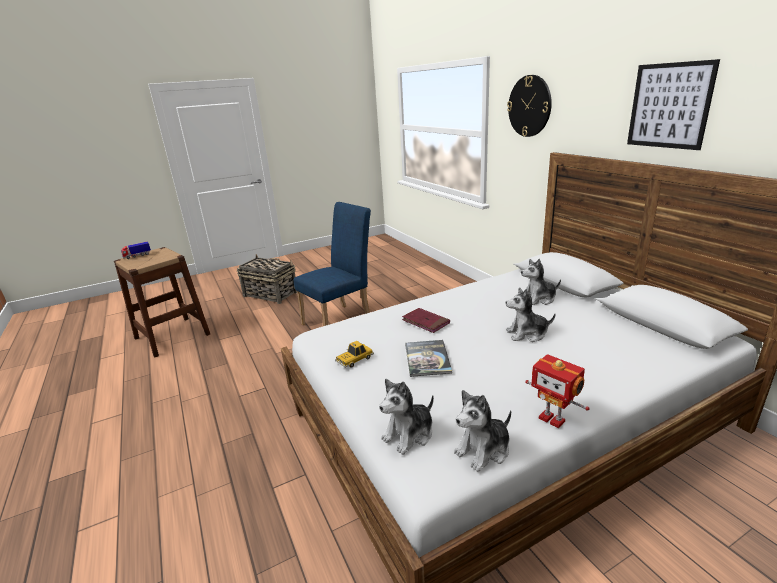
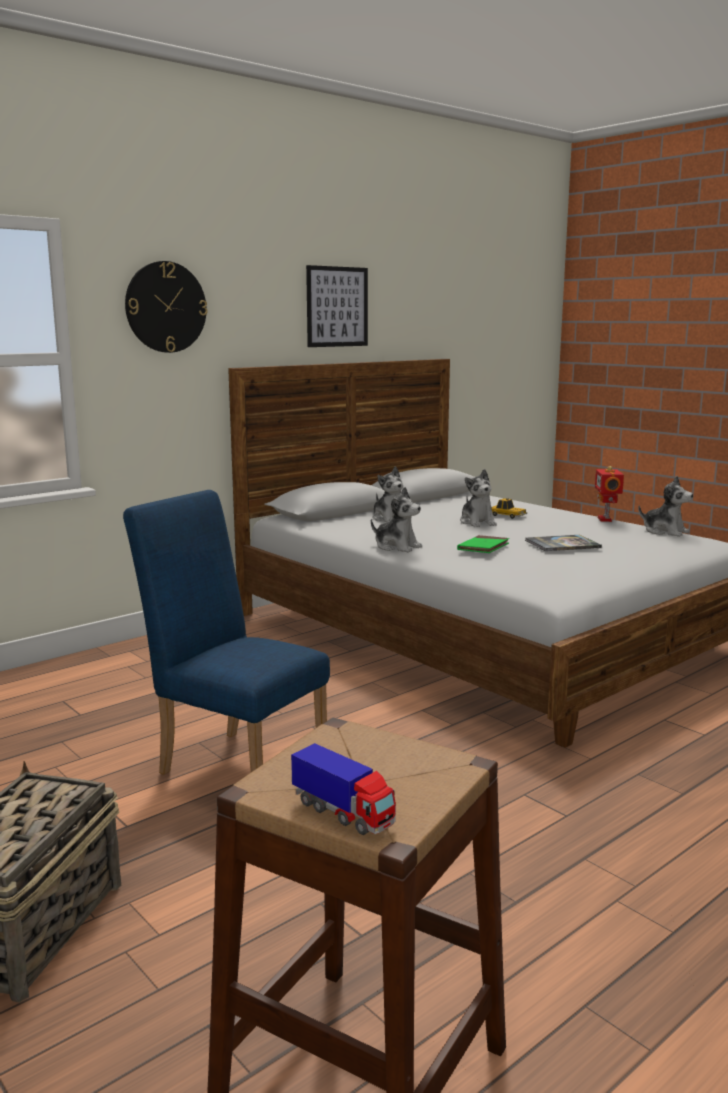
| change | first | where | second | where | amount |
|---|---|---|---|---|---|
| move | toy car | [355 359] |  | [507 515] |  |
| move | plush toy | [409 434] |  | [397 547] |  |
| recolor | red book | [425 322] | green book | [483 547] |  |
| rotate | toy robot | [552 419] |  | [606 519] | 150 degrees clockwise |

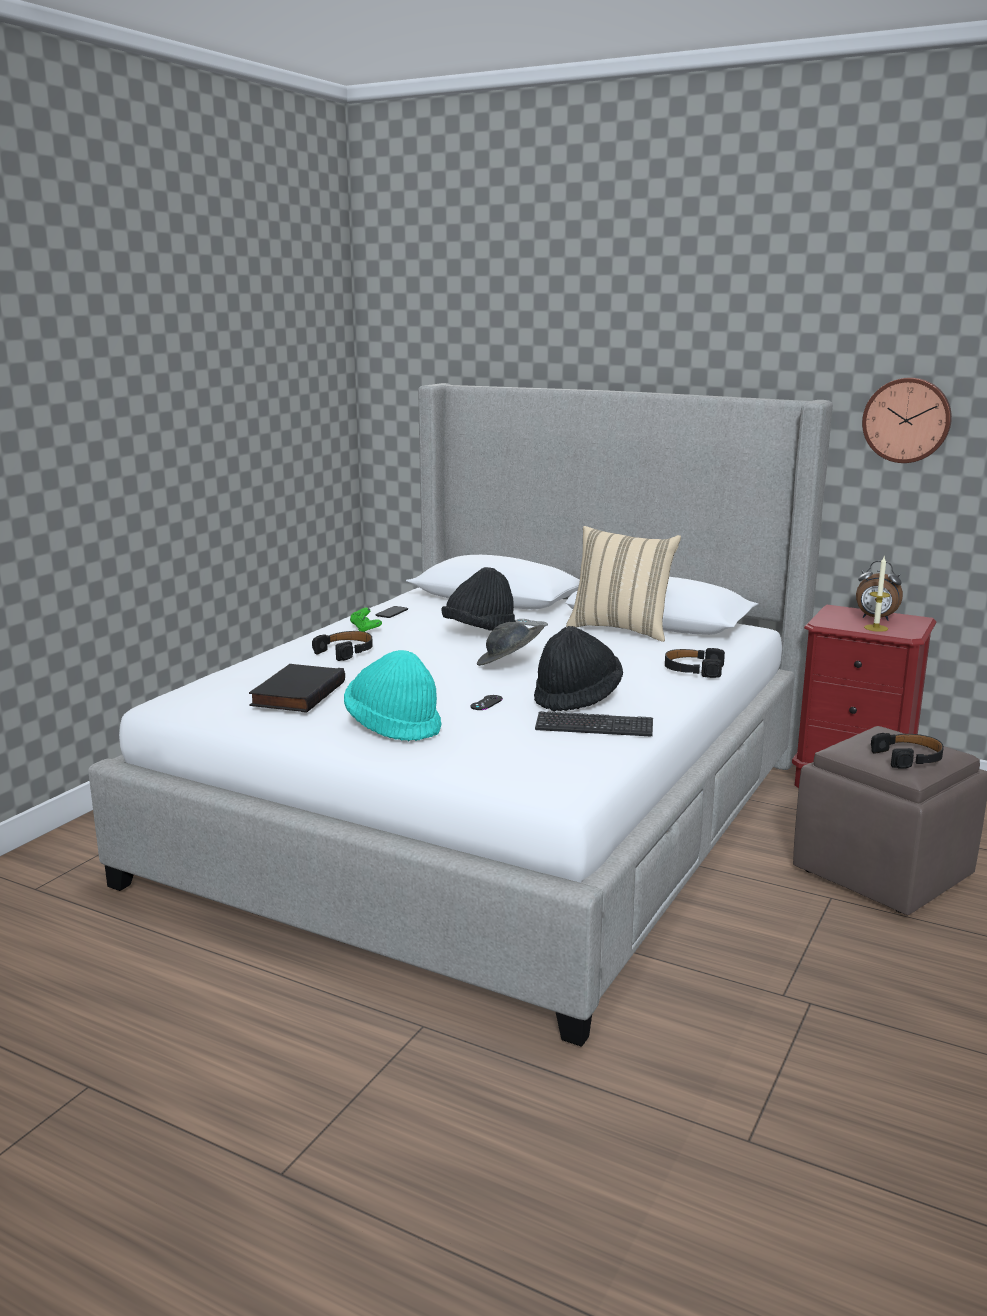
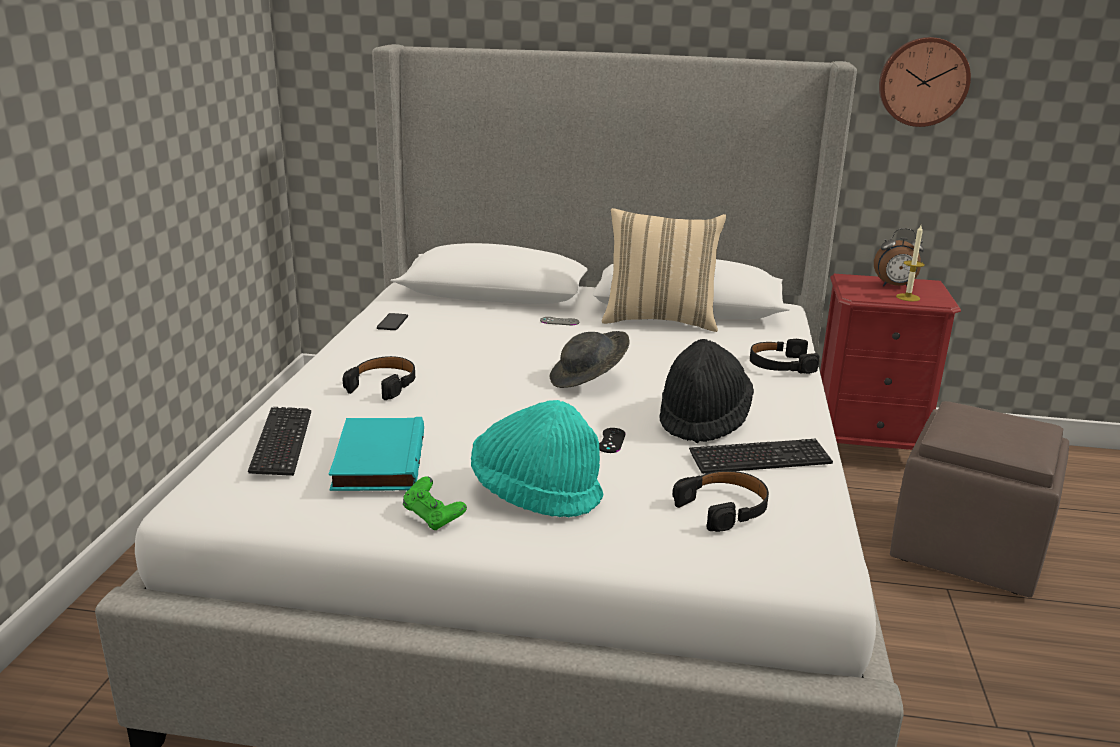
| change | first | where | second | where | amount |
|---|---|---|---|---|---|
| recolor | black book | [296 693] | turquoise book | [376 460] |  |
| move | green game controller | [365 630] |  | [433 518] |  |
| delete | black hat | [479 632] |  |  |  |
| move | black headphones | [909 758] |  | [724 508] |  |
| insert |  |  | keyboard | [282 443] |  |

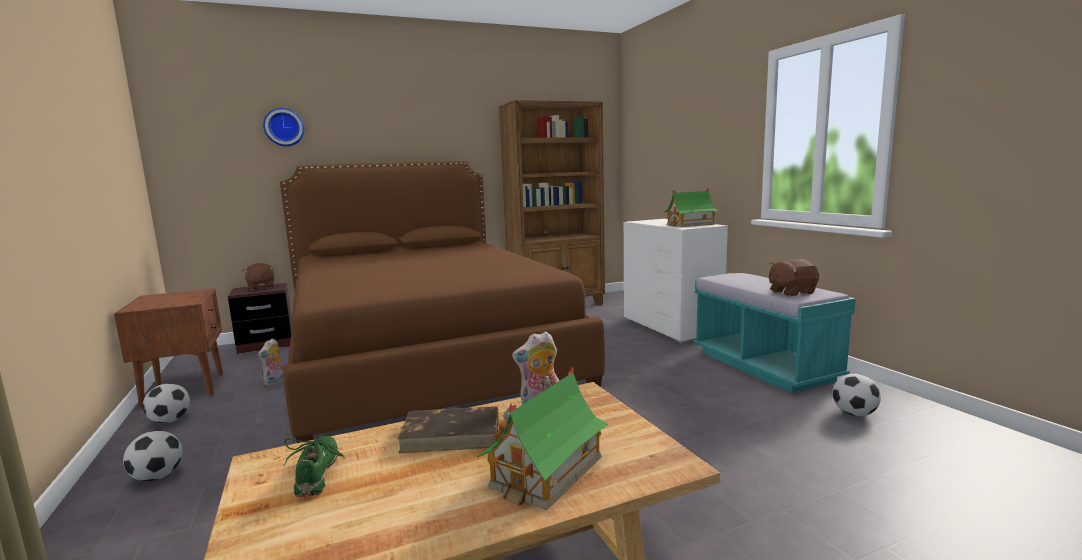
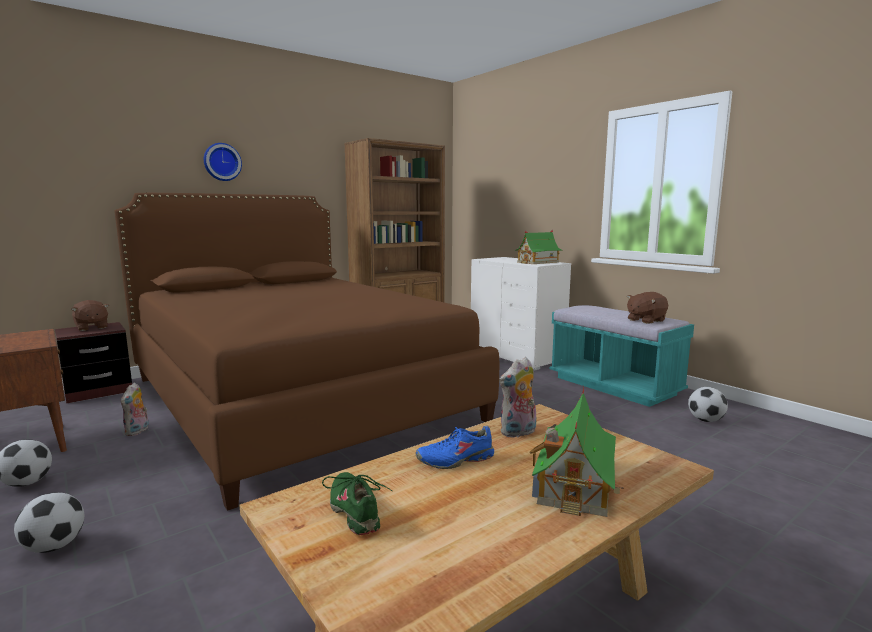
| change | first | where | second | where | amount |
|---|---|---|---|---|---|
| move | wall clock | [284 127] |  | [222 162] |  |
| replace | brown book | [452 433] | blue shoe | [455 460] |  |

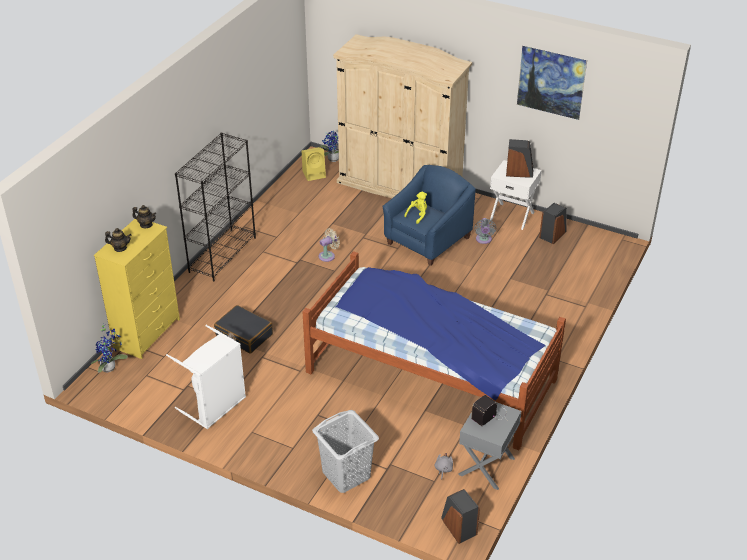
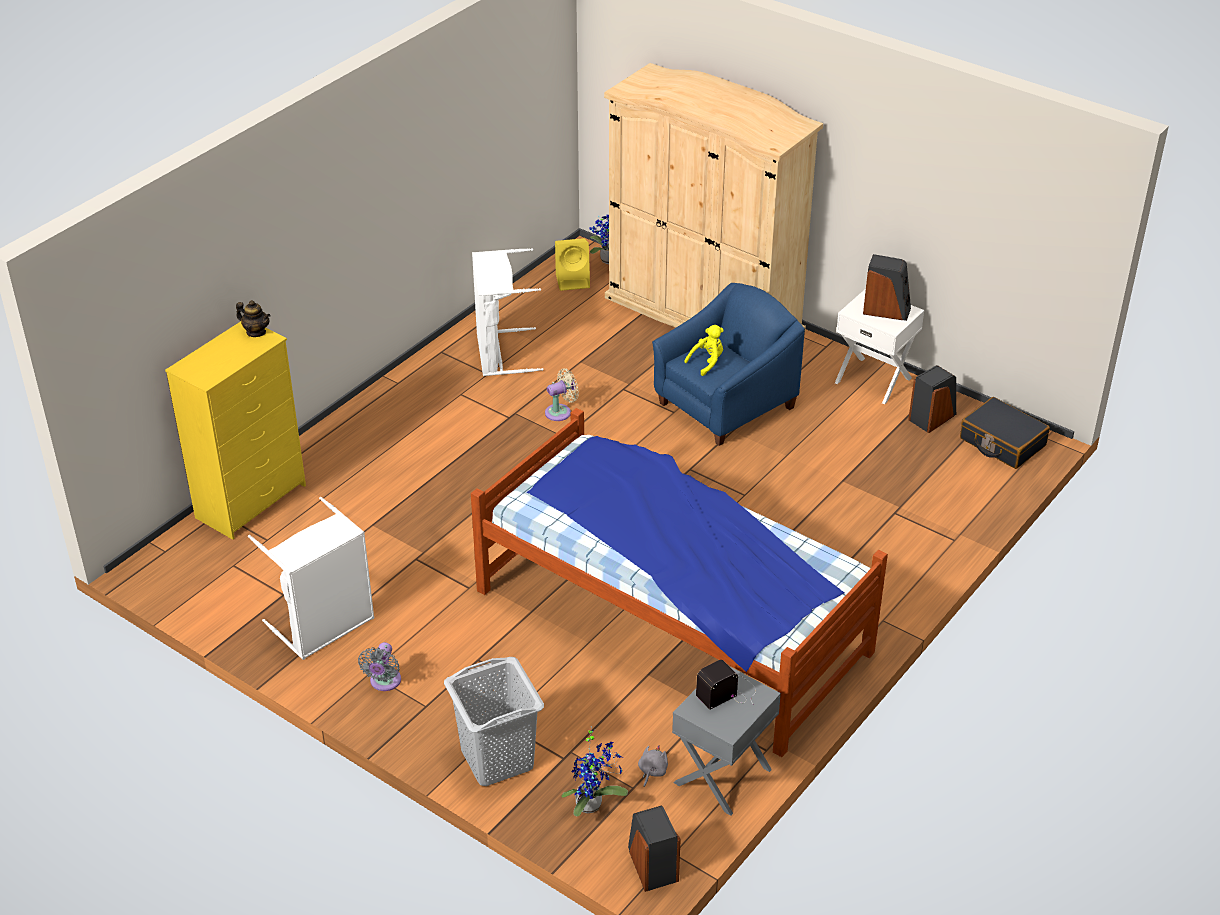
| change | first | where | second | where | amount |
|---|---|---|---|---|---|
| move | potted plant | [110 367] |  | [592 804] |  |
| delete | teapot | [120 248] |  |  |  |
| delete | black bookcase | [222 254] |  |  |  |
| move | black suitcase | [244 335] |  | [1002 442] |  |
| move | grey fan | [483 240] |  | [384 682] |  |
| delete | picture | [549 97] |  |  |  |
| insert |  |  | white laundry basket | [499 353] |  |

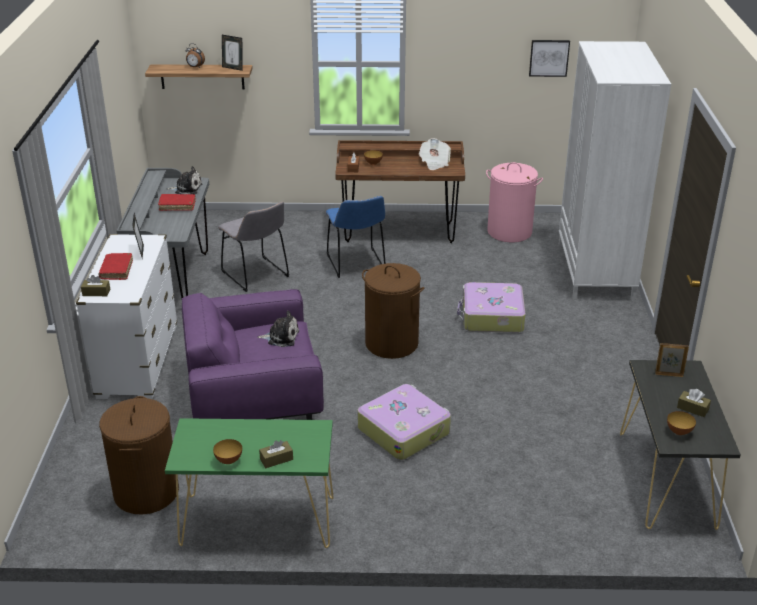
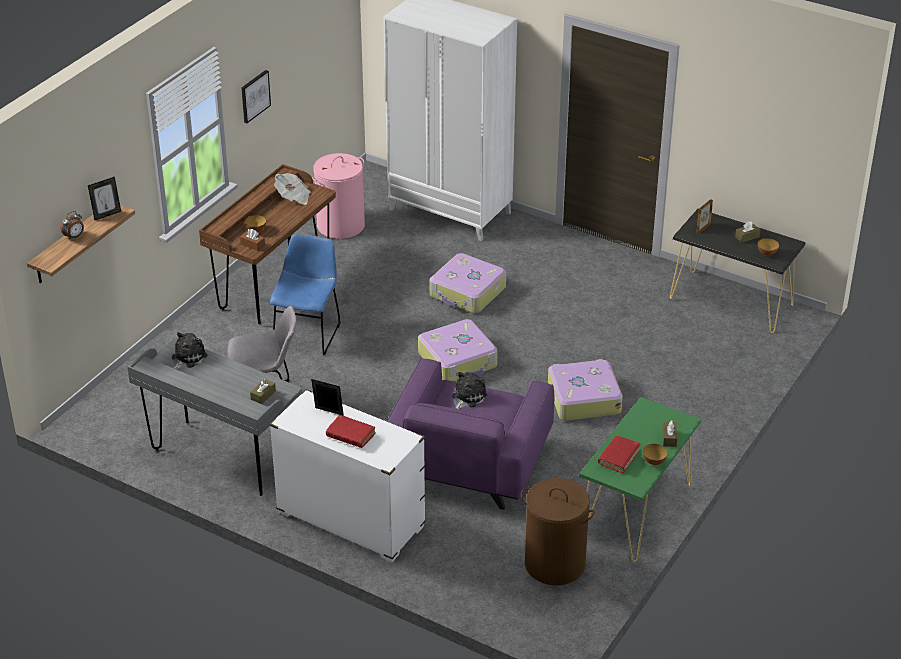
| change | first | where | second | where | amount |
|---|---|---|---|---|---|
| move | brown tissue box | [96 292] |  | [263 395] |  |
| move | red book | [177 206] |  | [619 458] |  |
| rotate | blue chair | [356 264] |  | [308 333] | 90 degrees counterclockwise |
| replace | brown laundry basket | [392 343] | suitcase | [458 360] |  |
| move | picture | [549 57] |  | [254 96] |  |

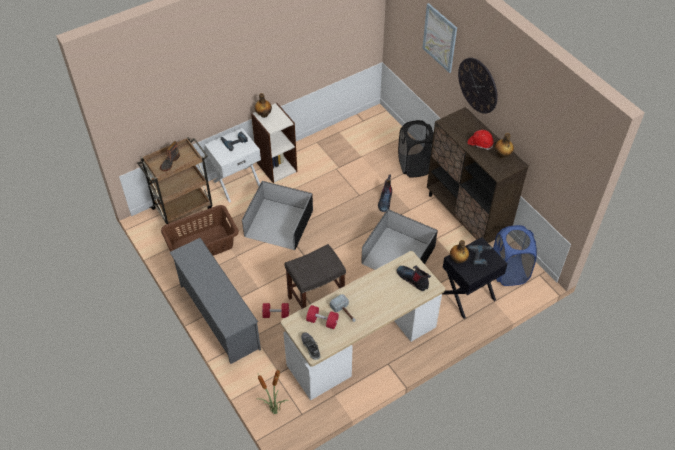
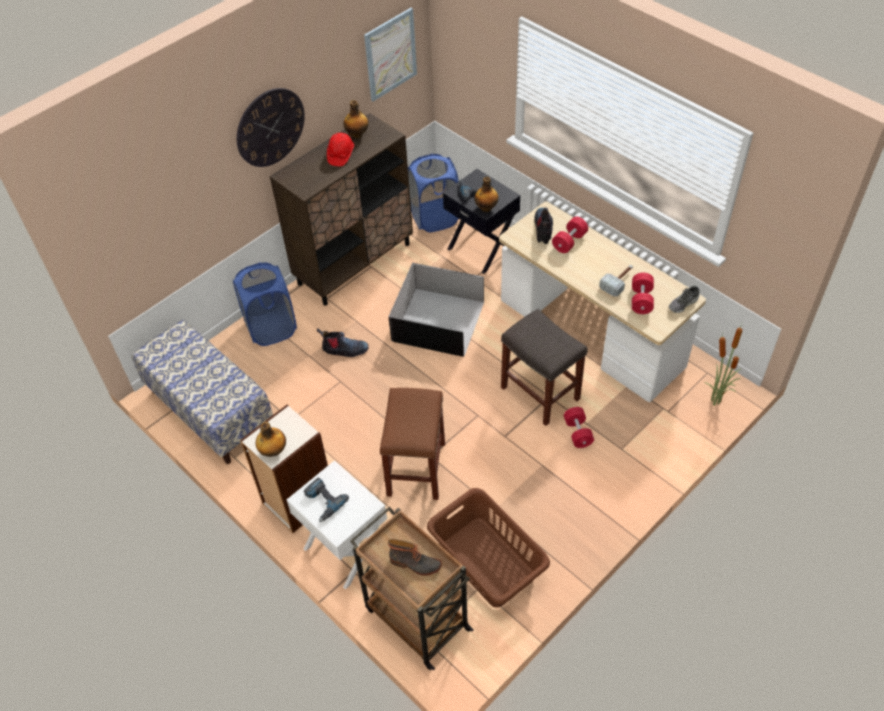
| change | first | where | second | where | amount |
|---|---|---|---|---|---|
| delete | grey shoe rack | [218 316] |  |  |  |
| replace | black storage box | [278 223] | brown stool | [416 470] |  |
| rotate | boot | [413 279] |  | [543 229] | 150 degrees clockwise |
| recolor | black laundry basket | [414 166] | blue laundry basket | [271 328] |  |
| move | picture | [439 38] |  | [390 54] |  |
| insert |  |  | bench | [210 411] |  |
| insert |  |  | red dumbbell | [569 242] |  |

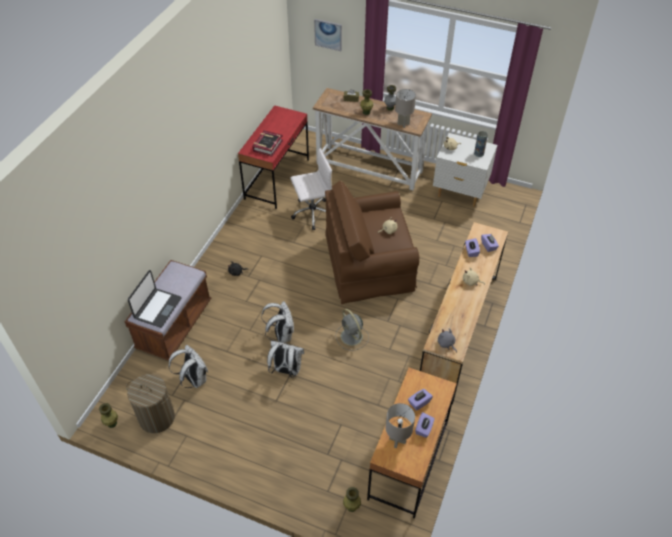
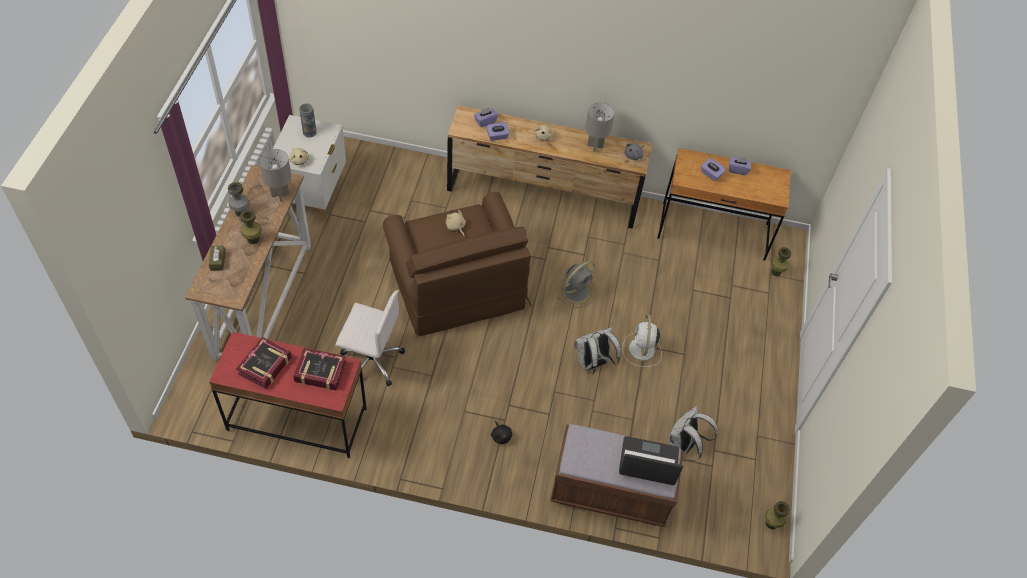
| change | first | where | second | where | amount |
|---|---|---|---|---|---|
| delete | laundry basket | [157 417] |  |  |  |
| replace | white backpack | [286 370] | white fan | [641 350] |  |
| rotate | white office chair | [312 213] |  | [371 361] | 135 degrees clockwise |
| delete | picture | [328 34] |  |  |  |
| move | grey table lamp | [397 441] |  | [595 146] |  |
| insert |  |  | book | [265 366] |  |

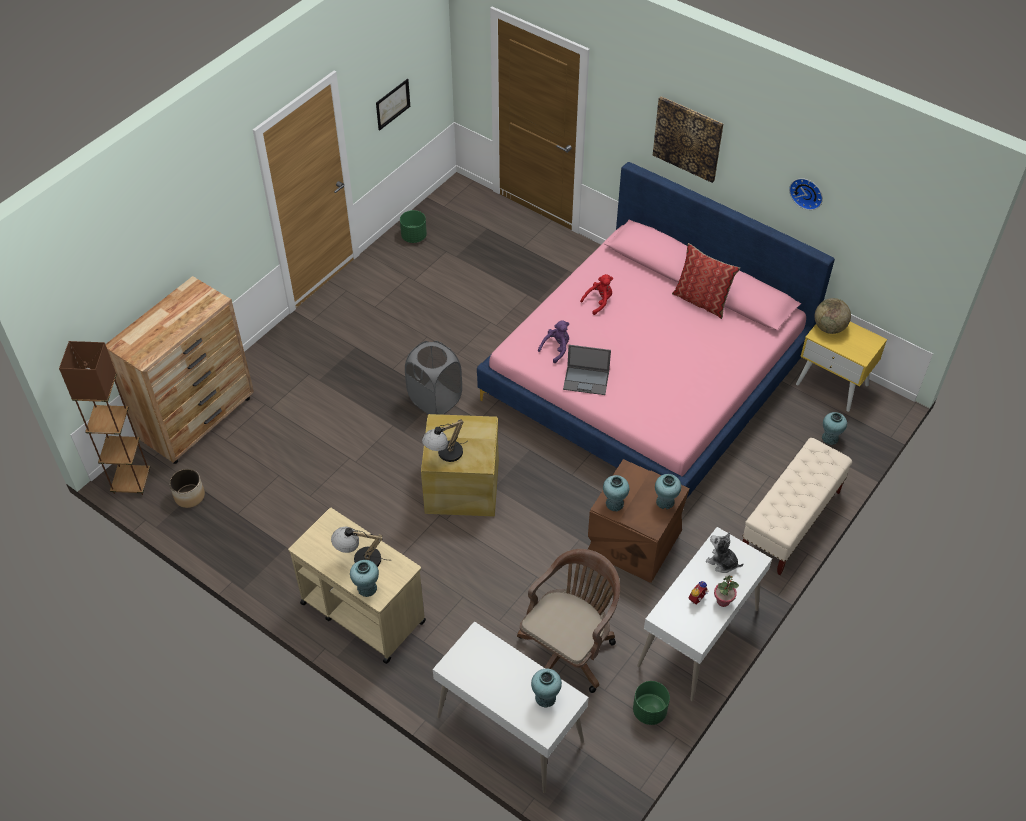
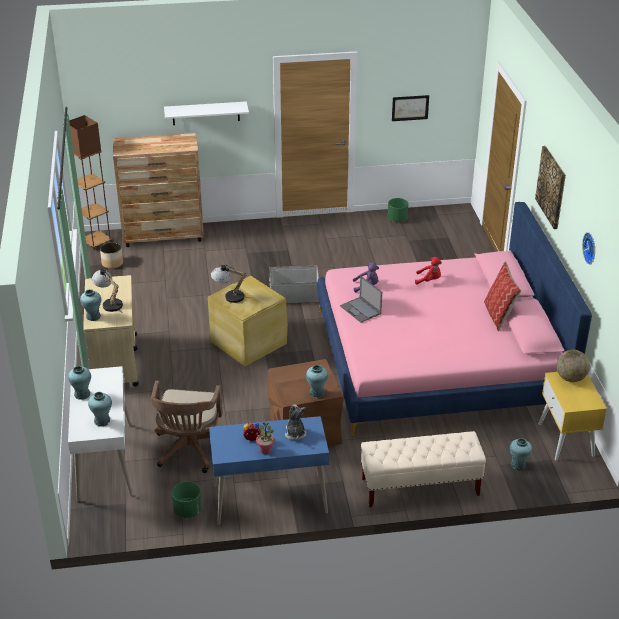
| change | first | where | second | where | amount |
|---|---|---|---|---|---|
| replace | grey laundry basket | [435 399] | grey storage box | [294 296] |  |
| rotate | brown office chair | [569 649] |  | [190 451] | 105 degrees clockwise |
| move | turquoise vase | [614 504] |  | [82 394] |  |
| recolor | white desk | [699 638] | blue desk | [270 500] |  |
| insert |  |  | white shelf | [206 113] |  |

